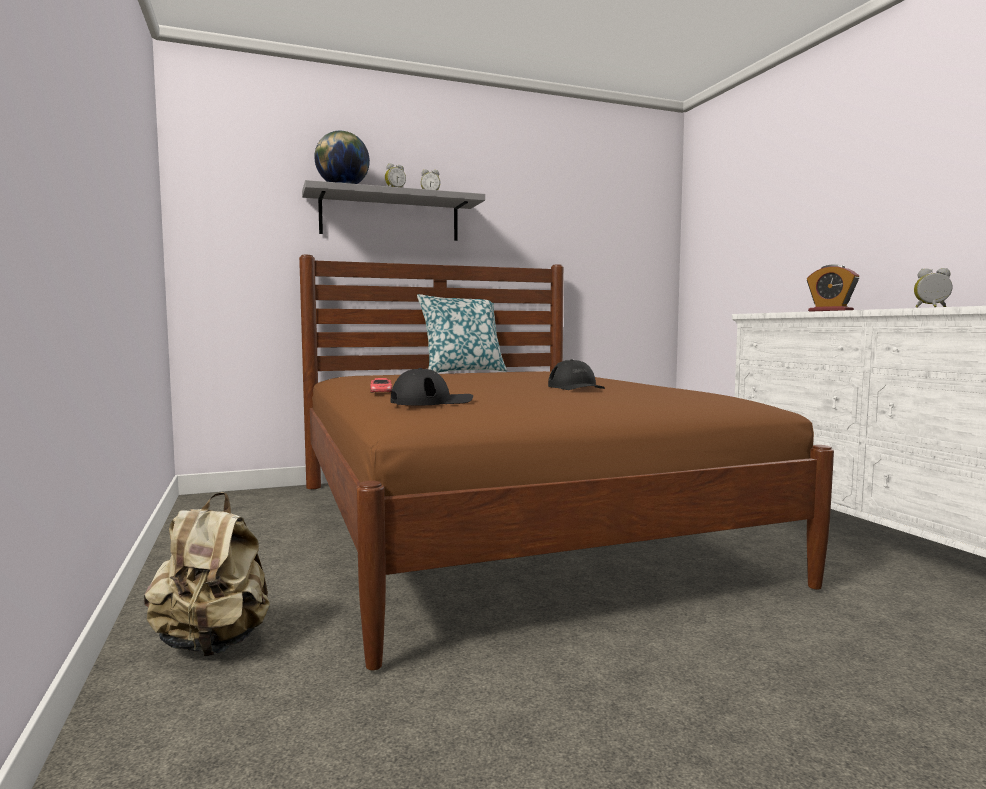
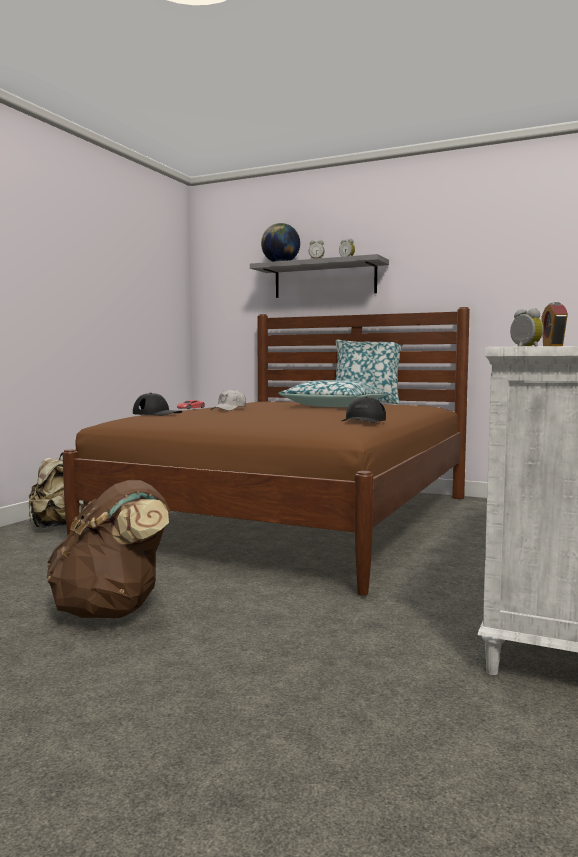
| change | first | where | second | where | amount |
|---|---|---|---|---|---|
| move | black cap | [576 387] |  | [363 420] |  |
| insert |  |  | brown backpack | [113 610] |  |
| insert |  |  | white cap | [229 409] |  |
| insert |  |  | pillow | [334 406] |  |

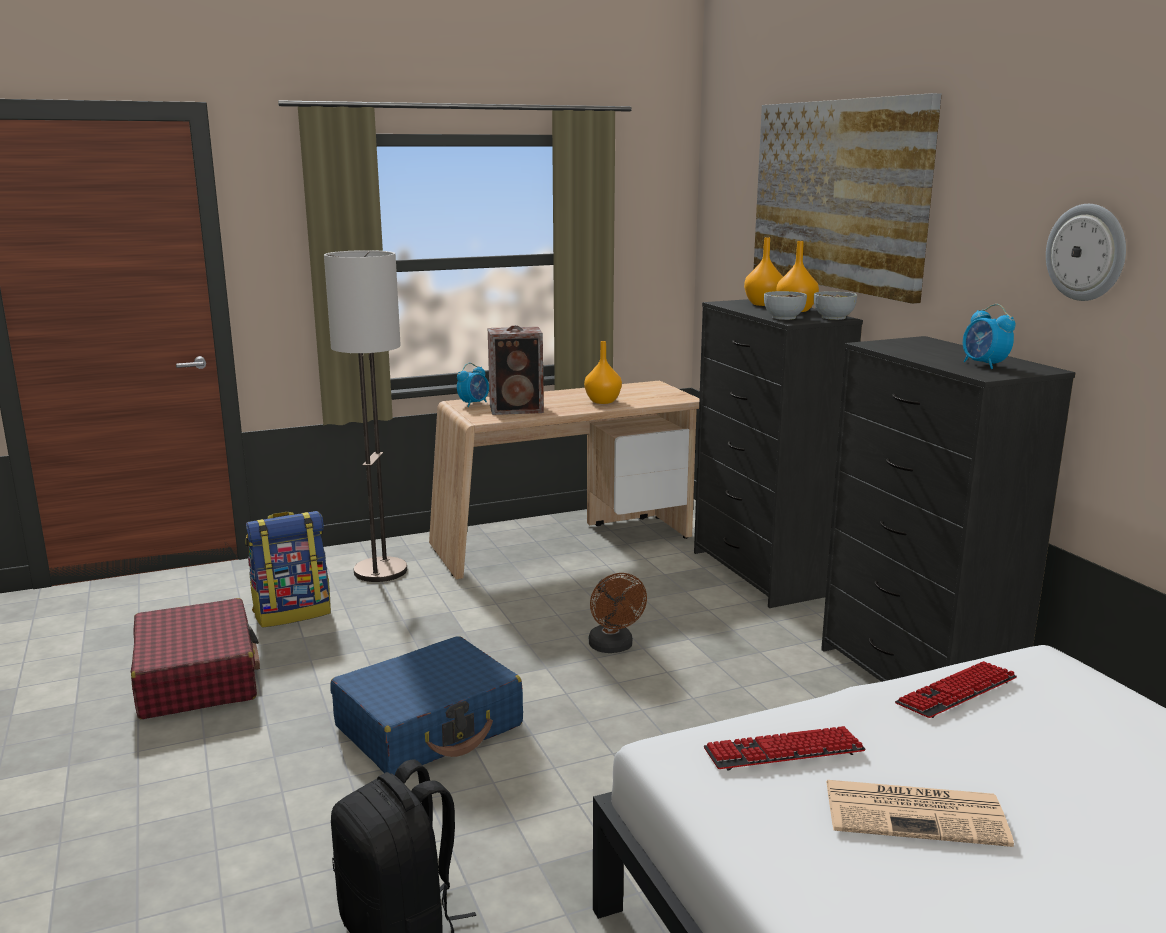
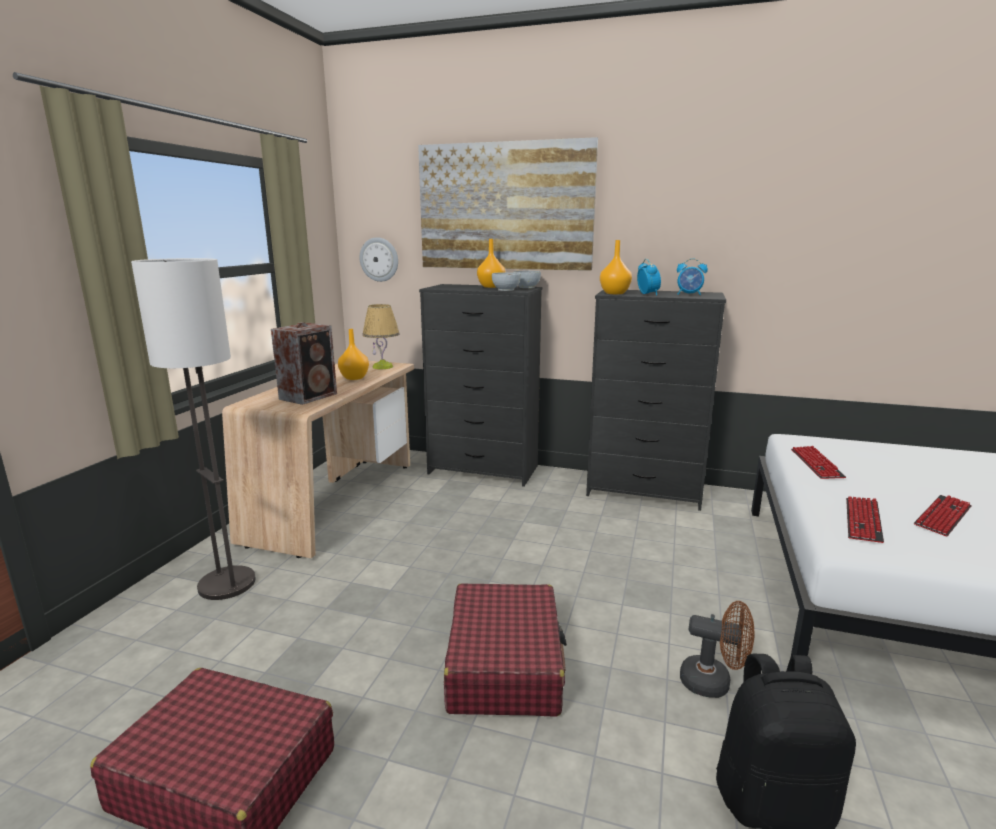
| change | first | where | second | where | amount |
|---|---|---|---|---|---|
| delete | backpack | [292 613] |  |  |  |
| recolor | blue suitcase | [430 726] | red suitcase | [505 664] |  |
| move | alarm clock | [474 403] |  | [647 294] |  |
| move | brown fan | [613 647] |  | [713 683] |  |
| move | orange vase | [762 304] |  | [614 293] |  |
| replace | newspaper | [917 813] | keyboard | [943 516] |  |
| move | wall clock | [1087 252] |  | [379 259] |  |
| insert |  |  | table lamp | [383 367] |  |

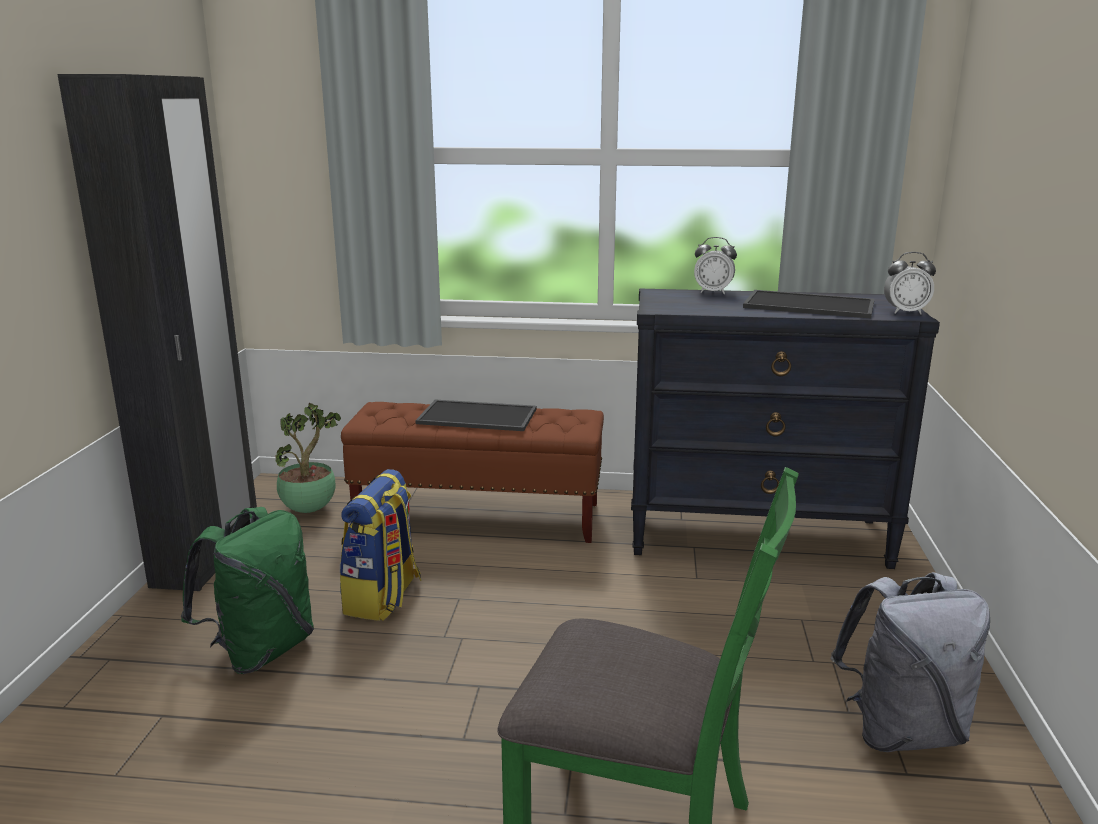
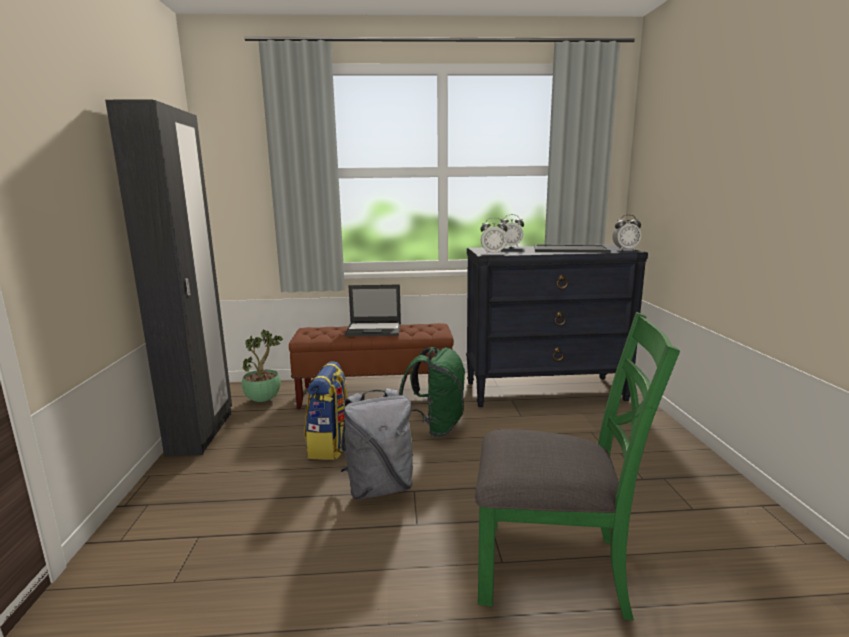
| change | first | where | second | where | amount |
|---|---|---|---|---|---|
| move | green backpack | [261 650] |  | [436 427] |  |
| replace | tray | [479 416] | laptop | [374 330] |  |
| move | grey backpack | [901 731] |  | [379 487] |  |
| insert |  |  | alarm clock | [493 253] |  |

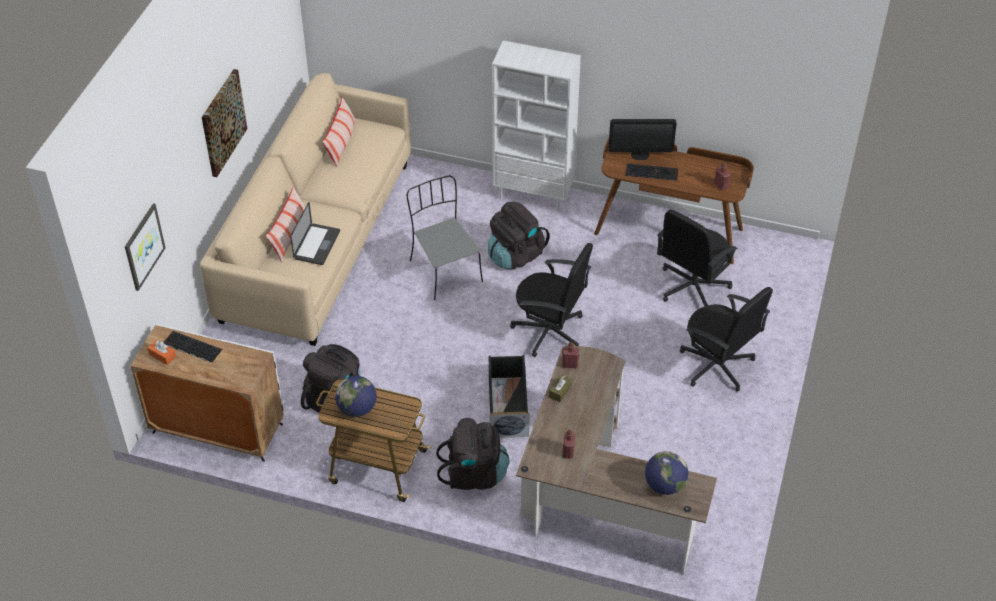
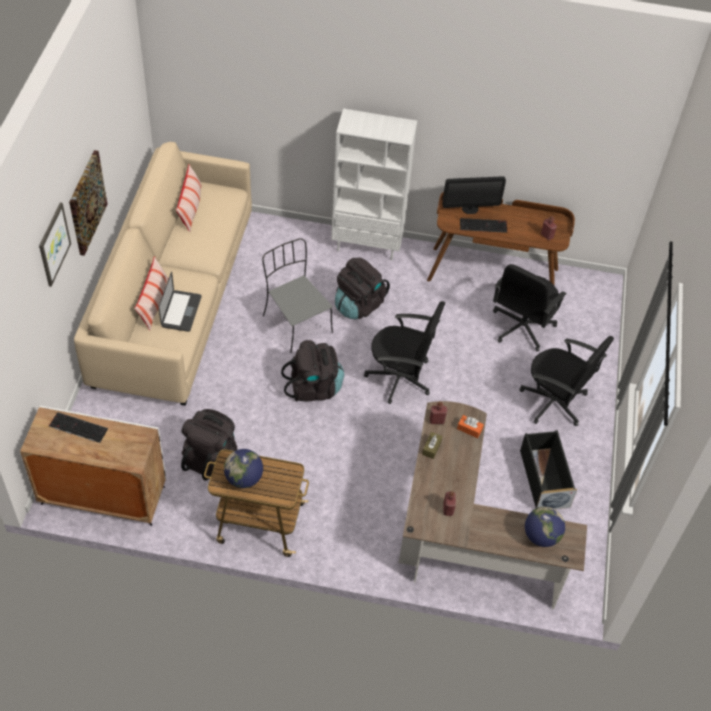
| change | first | where | second | where | amount |
|---|---|---|---|---|---|
| move | picture | [143 246] |  | [53 244] |  |
| move | orange tissue box | [162 355] |  | [469 429] |  |
| move | black backpack | [474 474] |  | [314 388] |  |
| move | black storage box | [507 406] |  | [543 478] |  |

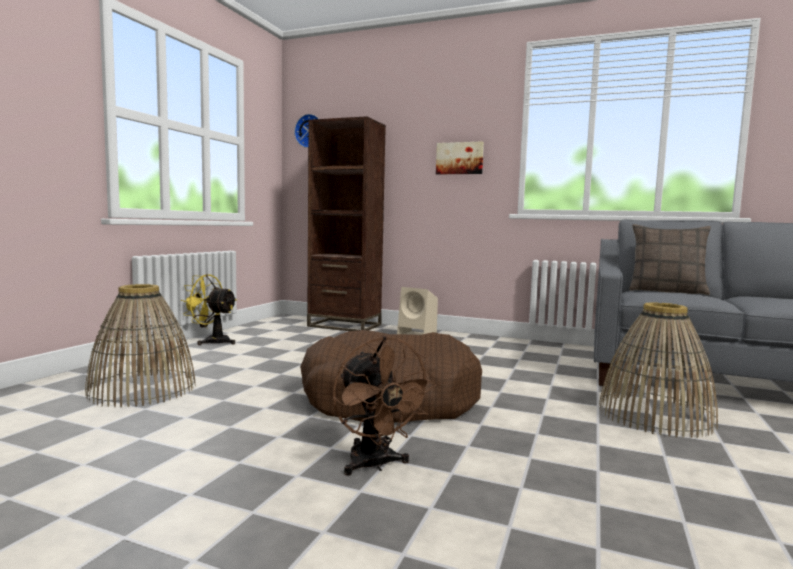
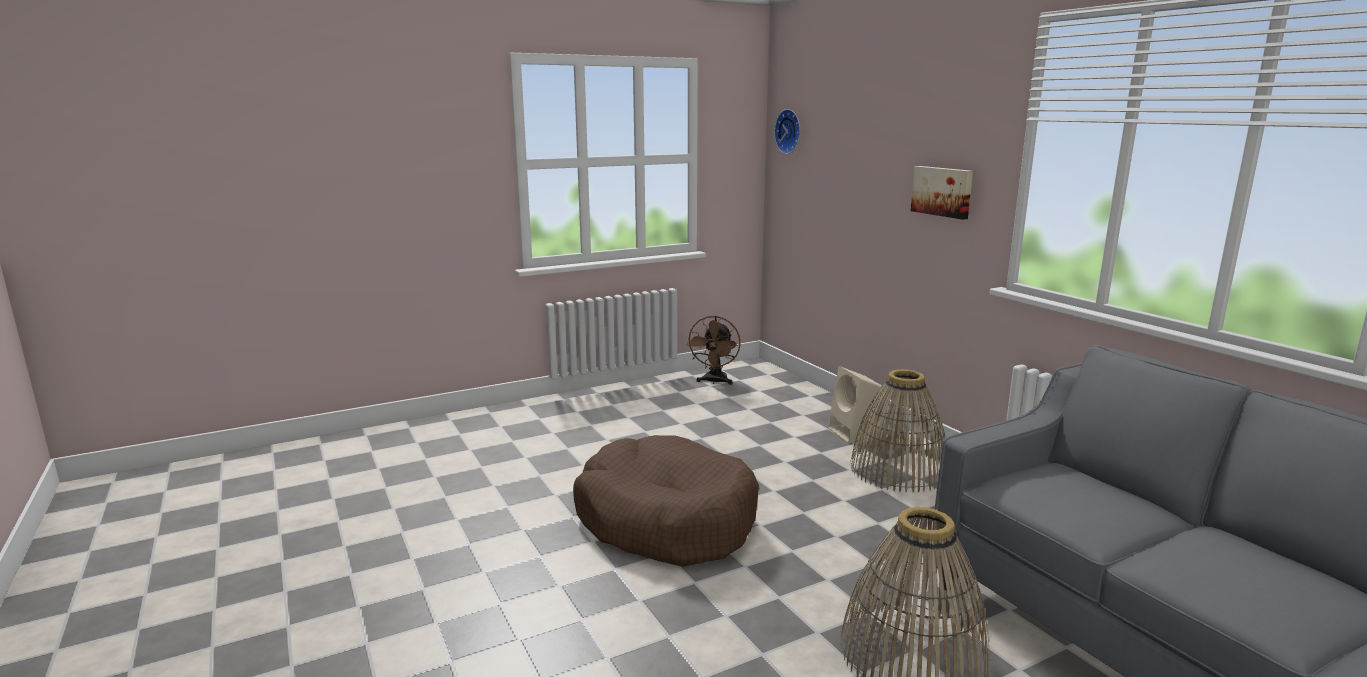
| change | first | where | second | where | amount |
|---|---|---|---|---|---|
| move | basket | [142 389] |  | [898 470] |  |
| delete | yellow fan | [212 341] |  |  |  |
| delete | brown bookcase | [344 325] |  |  |  |
| move | brown fan | [375 465] |  | [714 381] |  |
| delete | pillow | [666 291] |  |  |  |

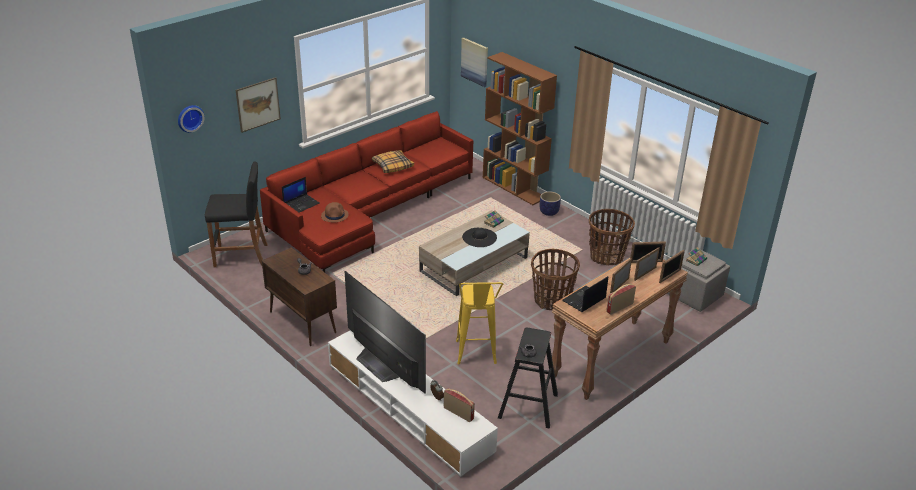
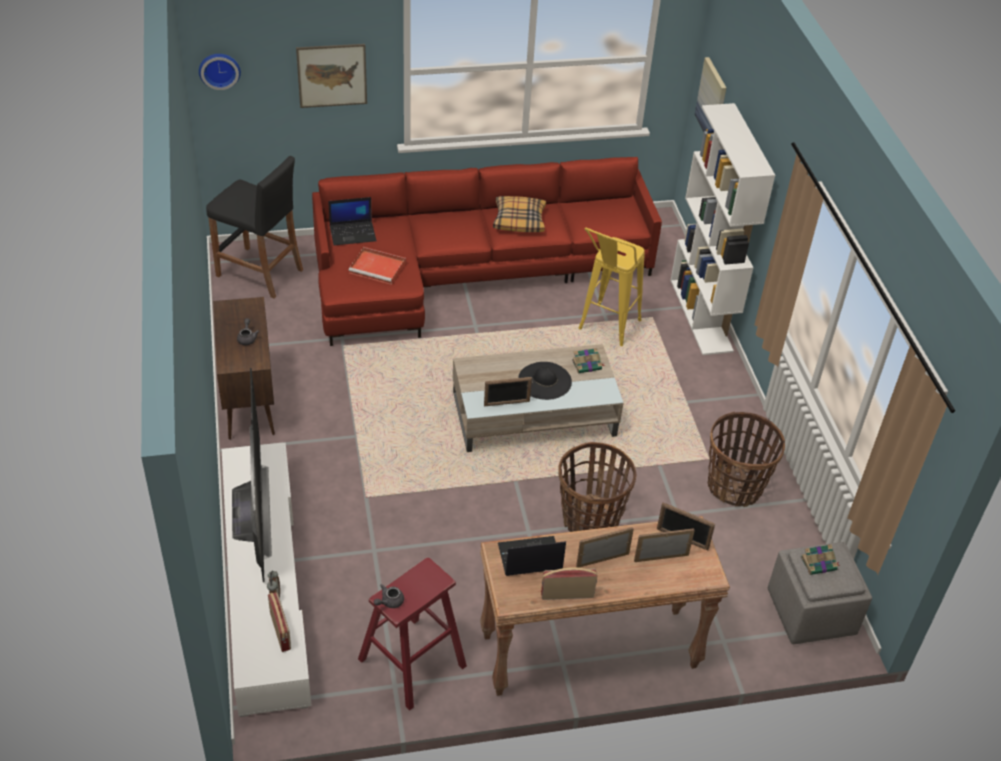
| change | first | where | second | where | amount |
|---|---|---|---|---|---|
| replace | brown hat | [335 215] | red tray | [378 268] |  |
| move | yellow stool | [476 357] |  | [605 330] |  |
| recolor | brown bookcase | [514 187] | white bookcase | [701 315] |  |
| recolor | black stool | [528 406] | red stool | [412 663] |  |
| delete | planter | [548 212] |  |  |  |
| move | picture frame | [670 276] |  | [506 403] |  |

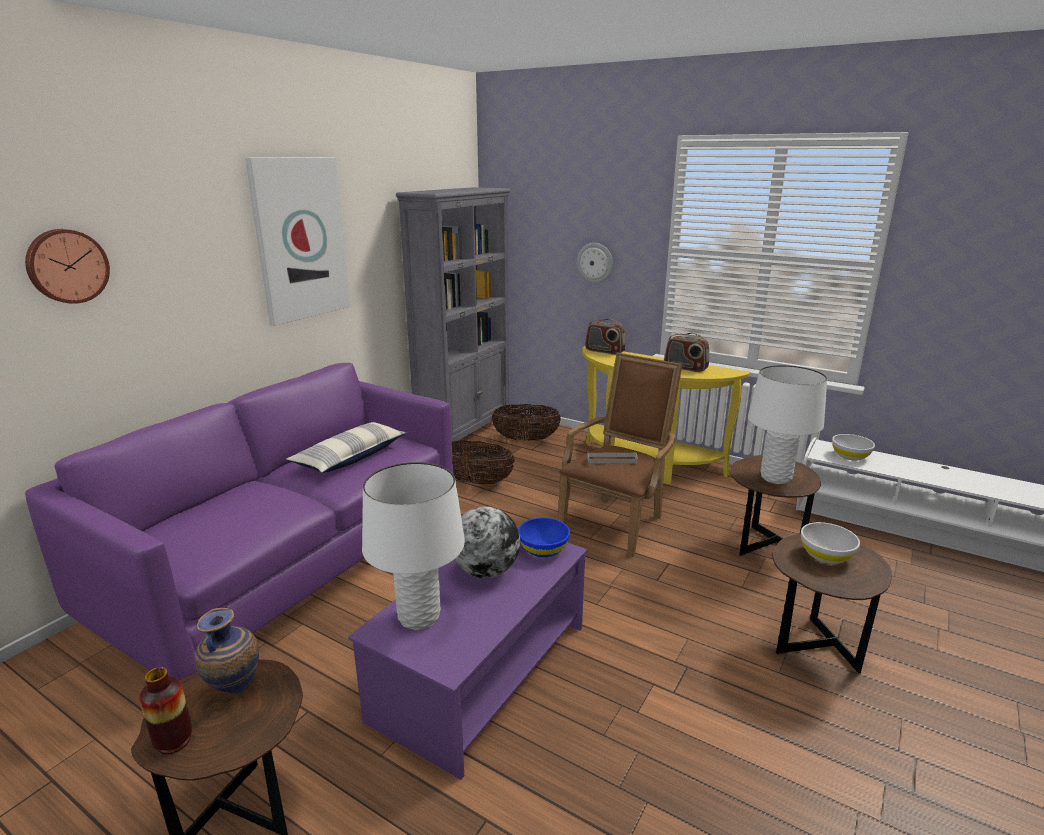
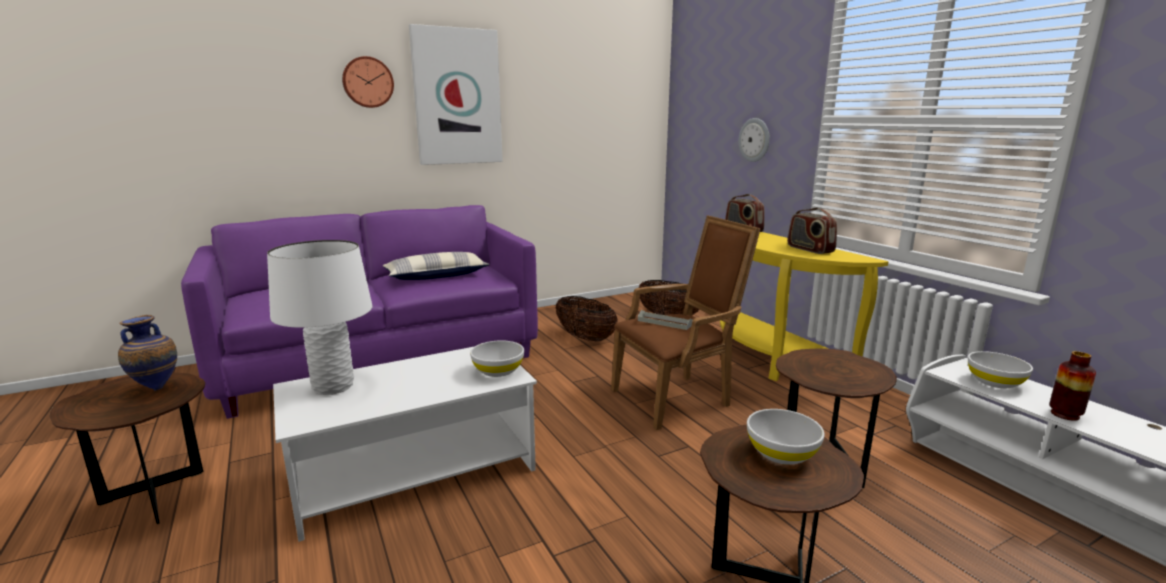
| change | first | where | second | where | amount |
|---|---|---|---|---|---|
| move | wall clock | [67 266] |  | [368 82] |  |
| move | vase | [174 741] |  | [1065 414] |  |
| recolor | purple coffee table | [483 670] | white coffee table | [416 471] |  |
| delete | grey bookcase | [465 431] |  |  |  |
| delete | globe | [485 571] |  |  |  |
| recolor | blue bowl | [543 549] | white bowl | [498 371] |  |
| delete | white table lamp | [776 478] |  |  |  |

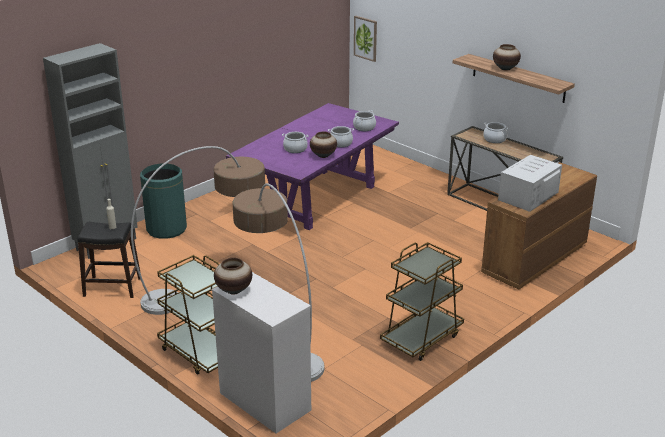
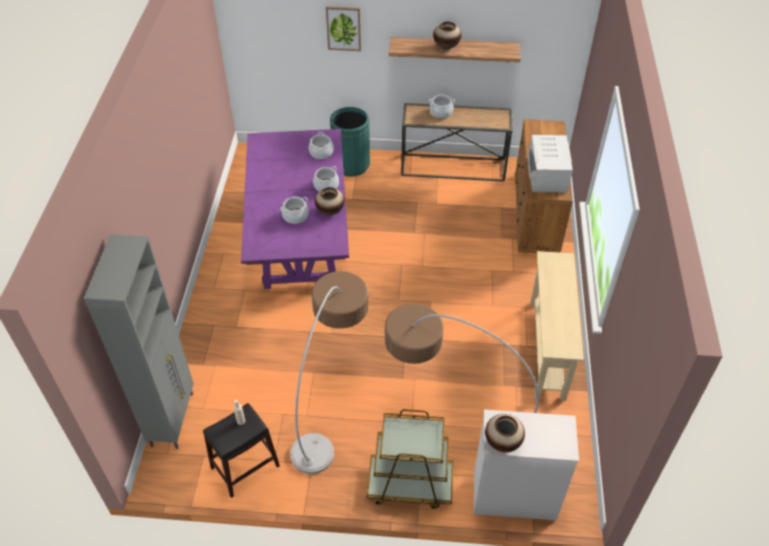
| change | first | where | second | where | amount |
|---|---|---|---|---|---|
| move | green trash can | [166 229] |  | [351 164] |  |
| move | picture | [365 38] |  | [343 28] |  |
| replace | brown cart | [421 338] | beige console table | [547 349] |  |

